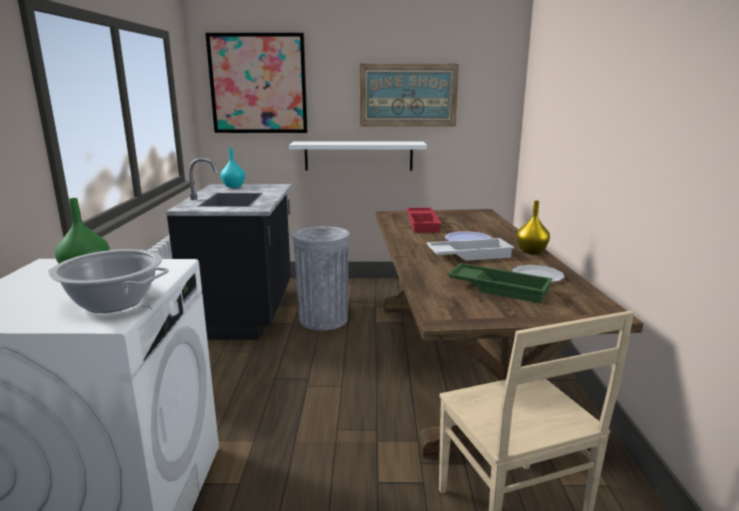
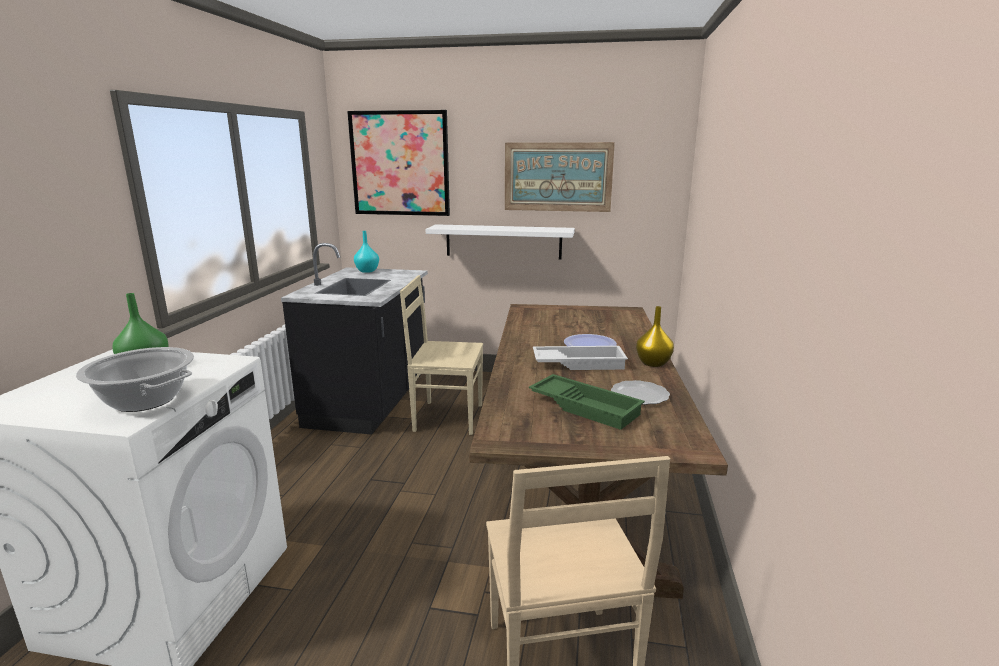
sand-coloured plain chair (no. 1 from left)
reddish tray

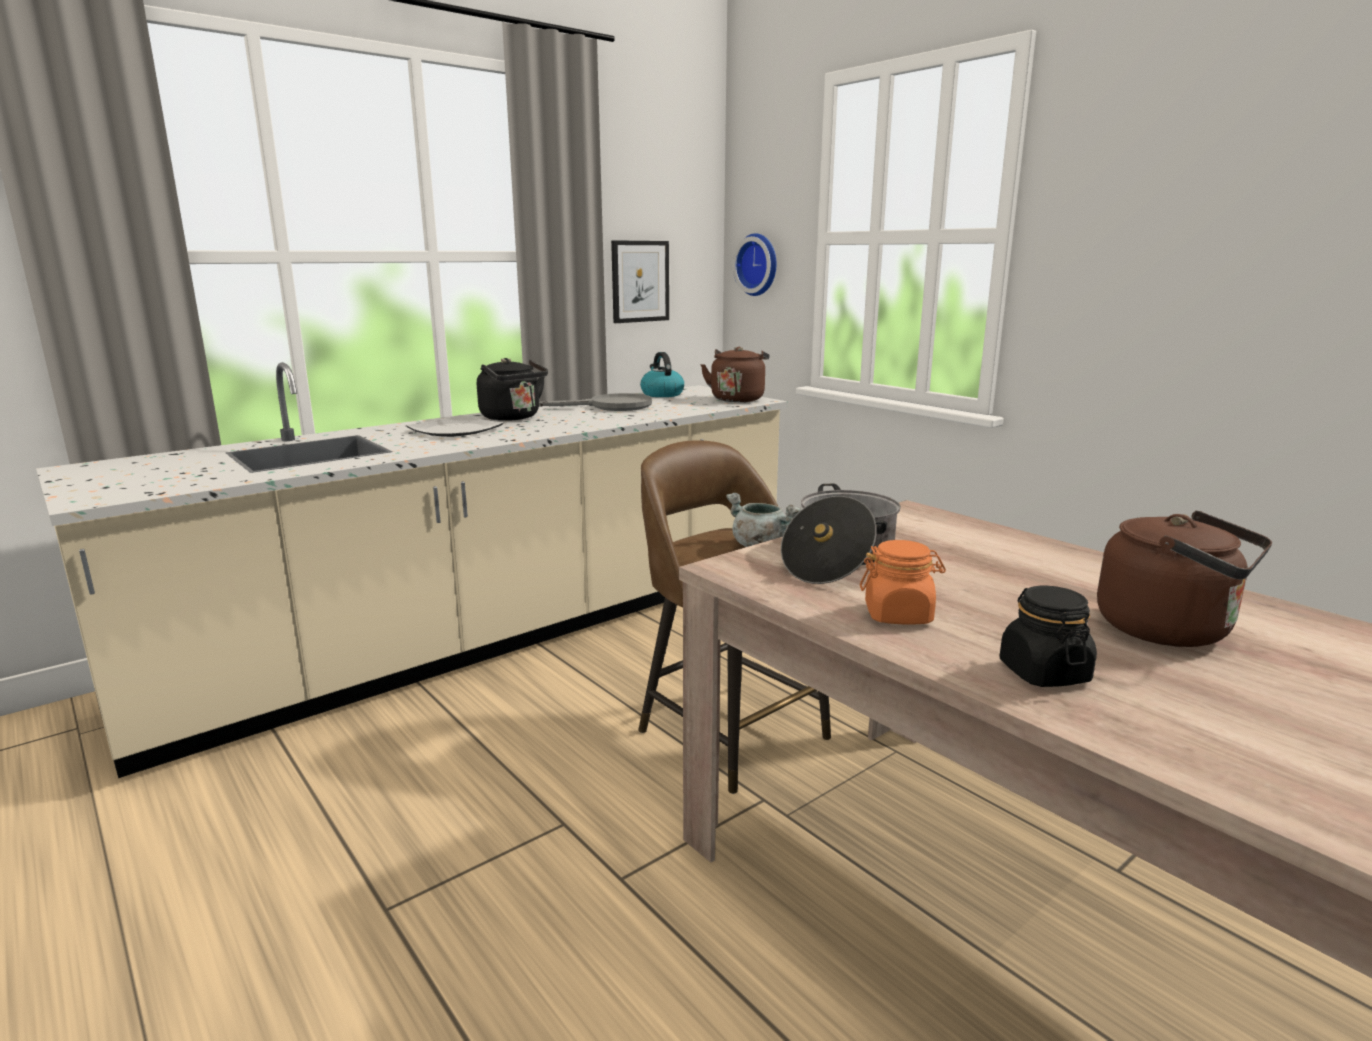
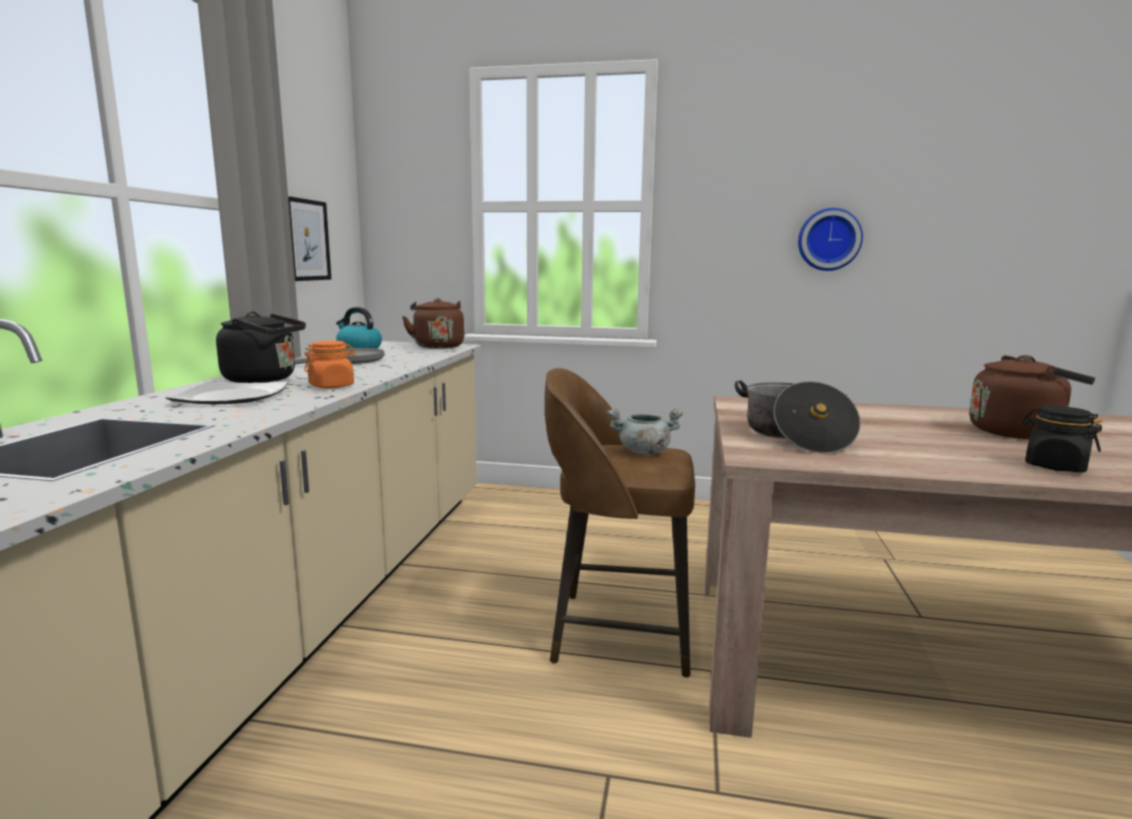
clock on the wall
orange-coloured preserve jar

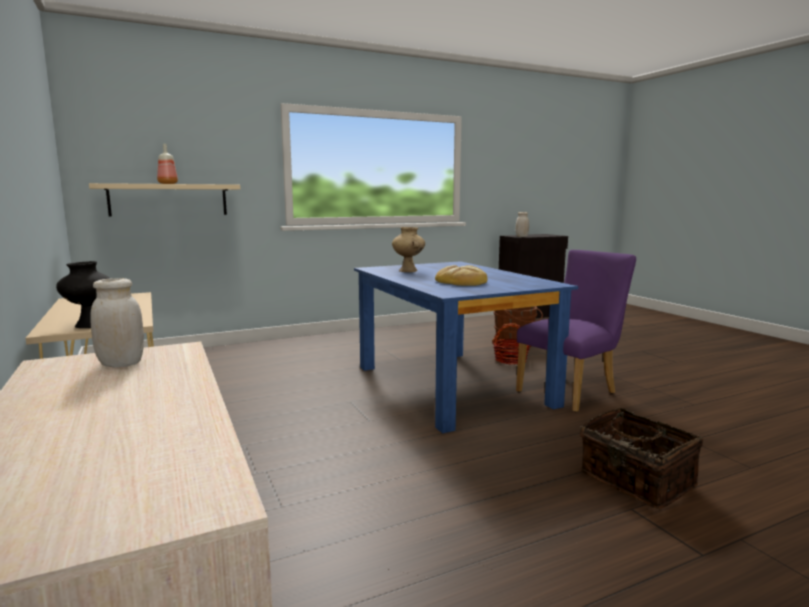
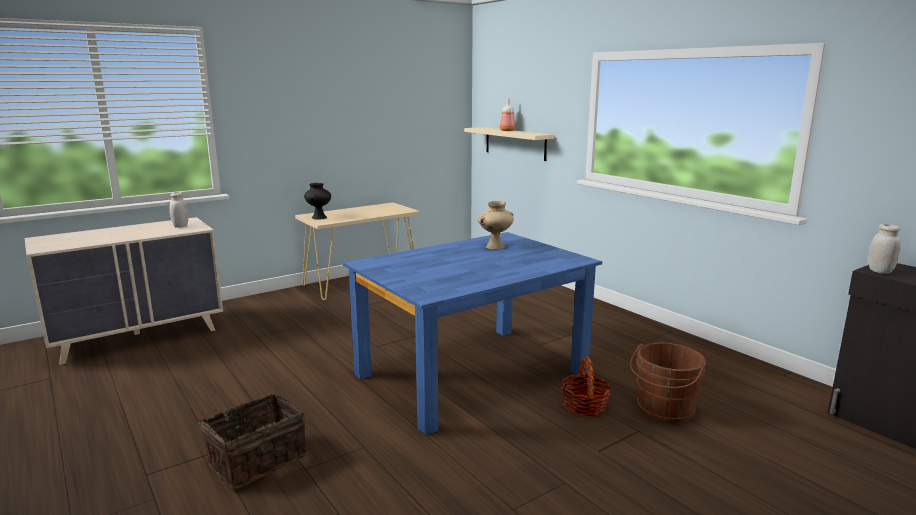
bakery bread
purplish plain chair

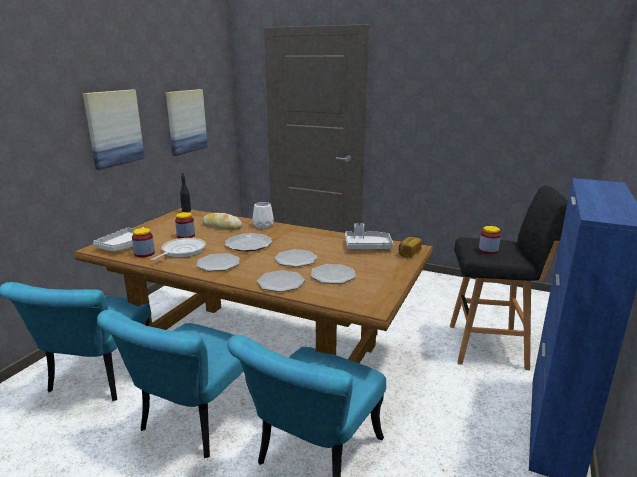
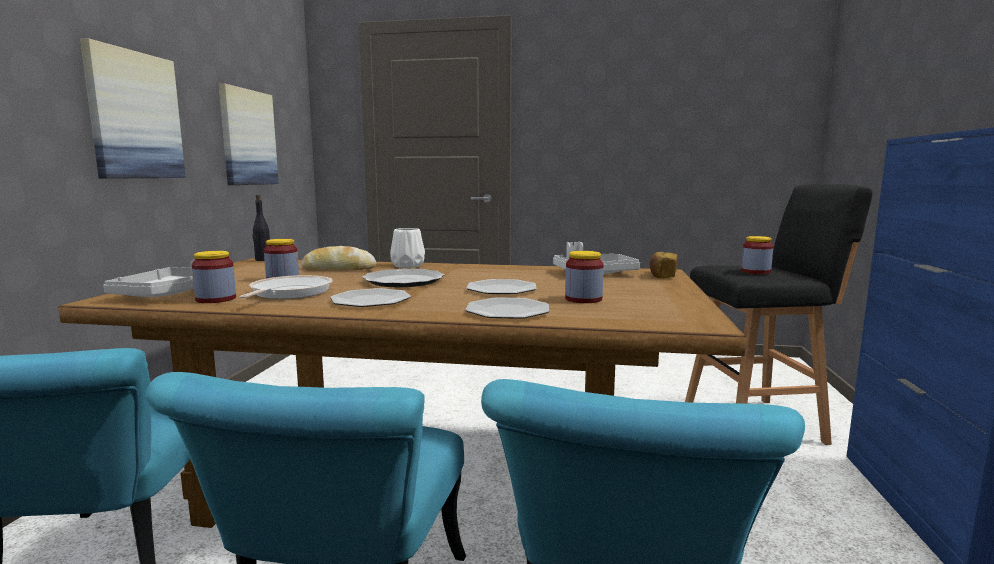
preserve jar (no. 3 from left)

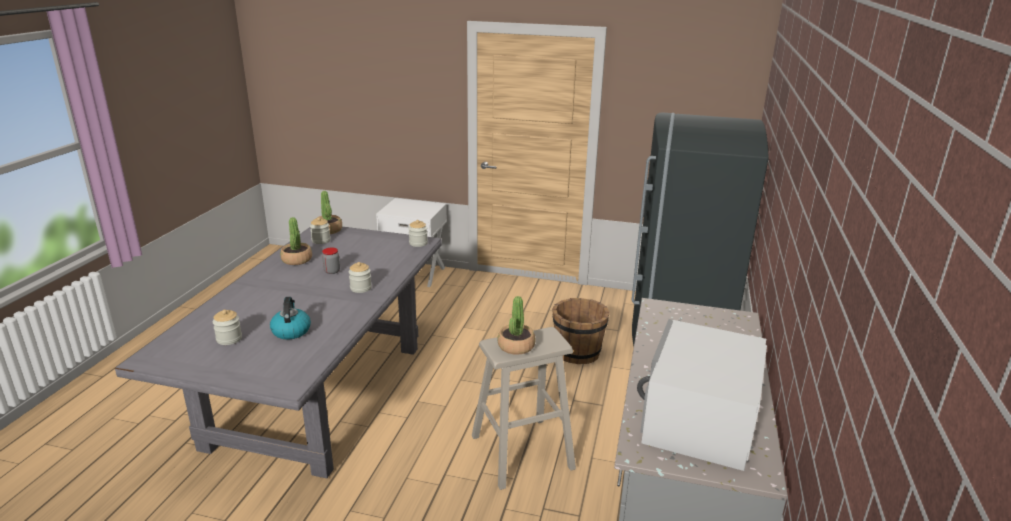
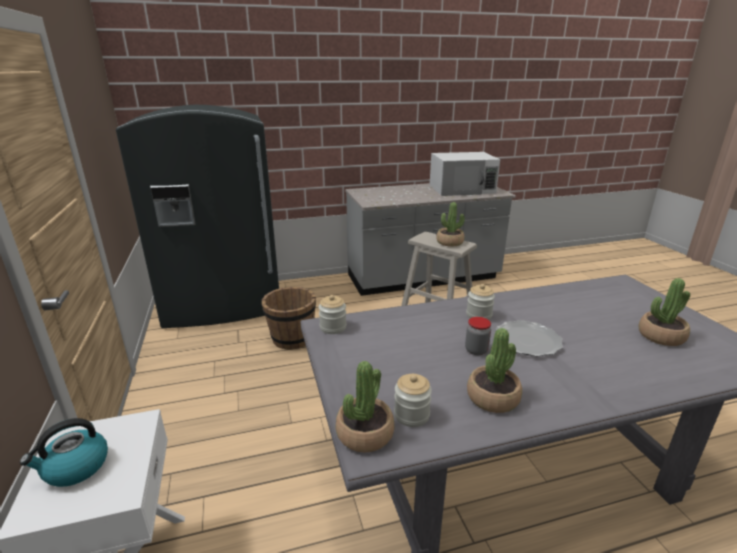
plant in a pot (no. 4 from left)
kettle
dinner plate

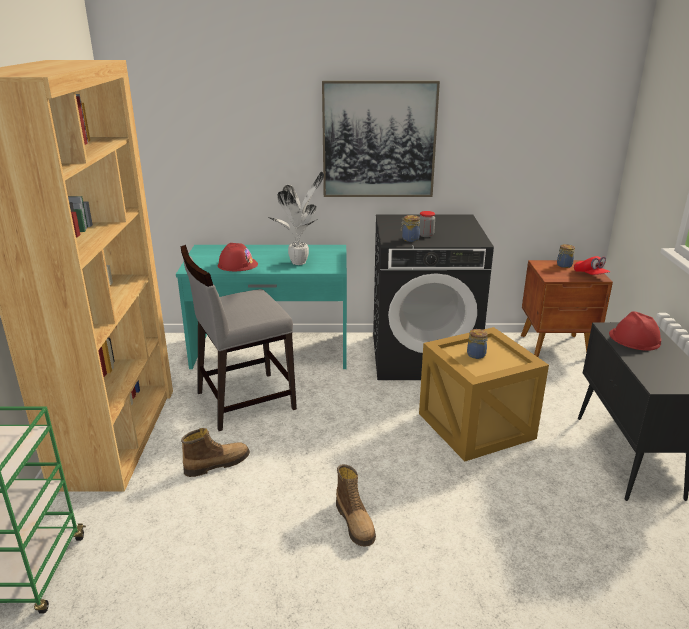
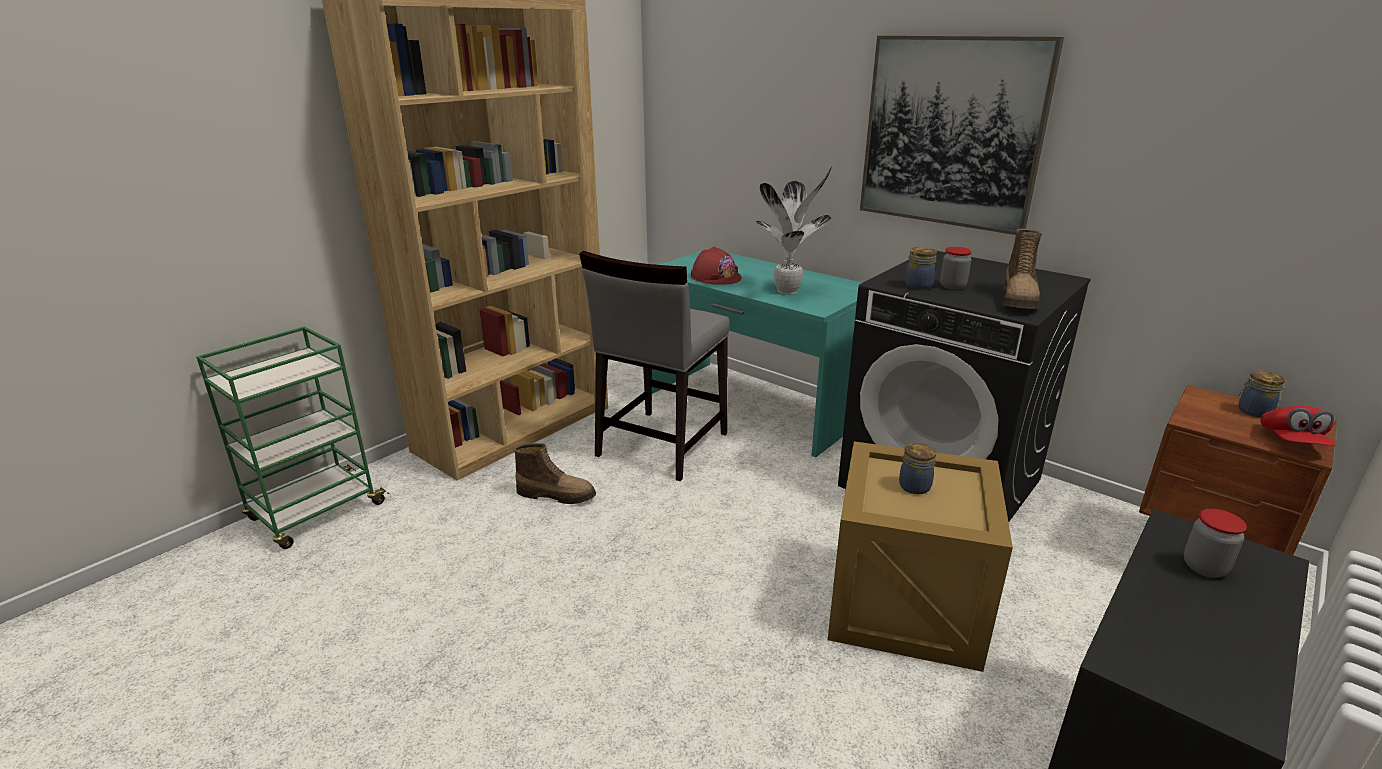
gray plain chair
tall boot (no. 2 from left)
preserve jar (no. 4 from left)

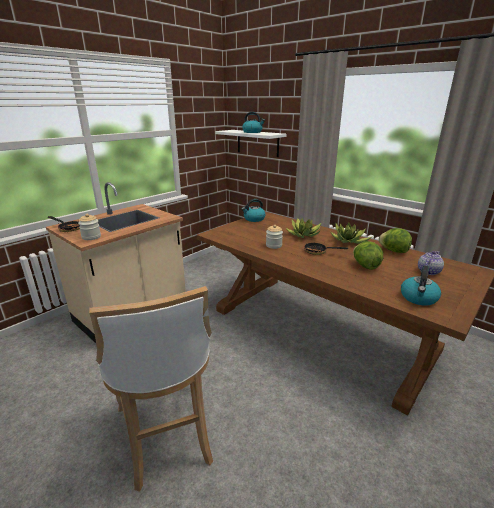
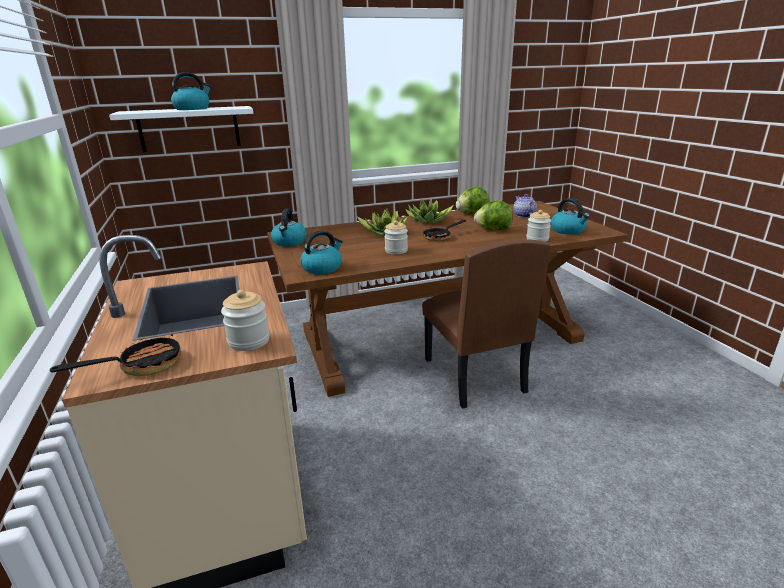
white stool seat
kettle (no. 3 from left)
brown-coloured plain chair
preserve jar (no. 3 from left)

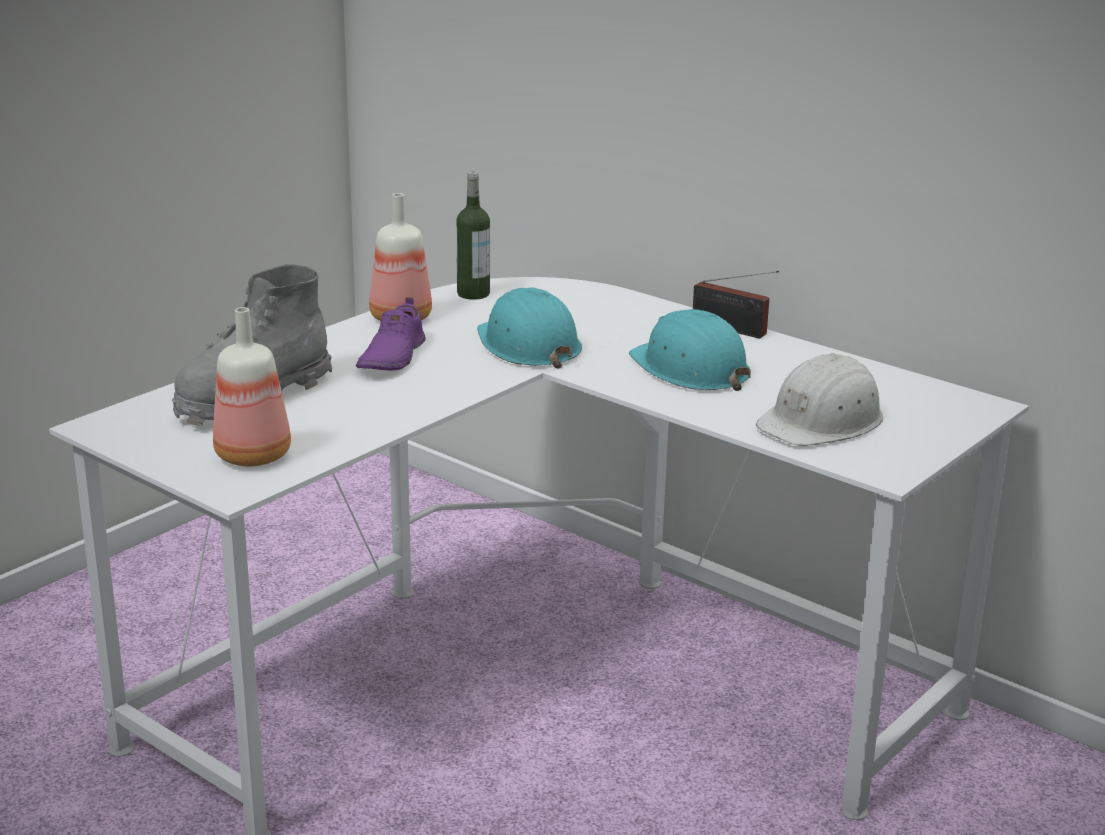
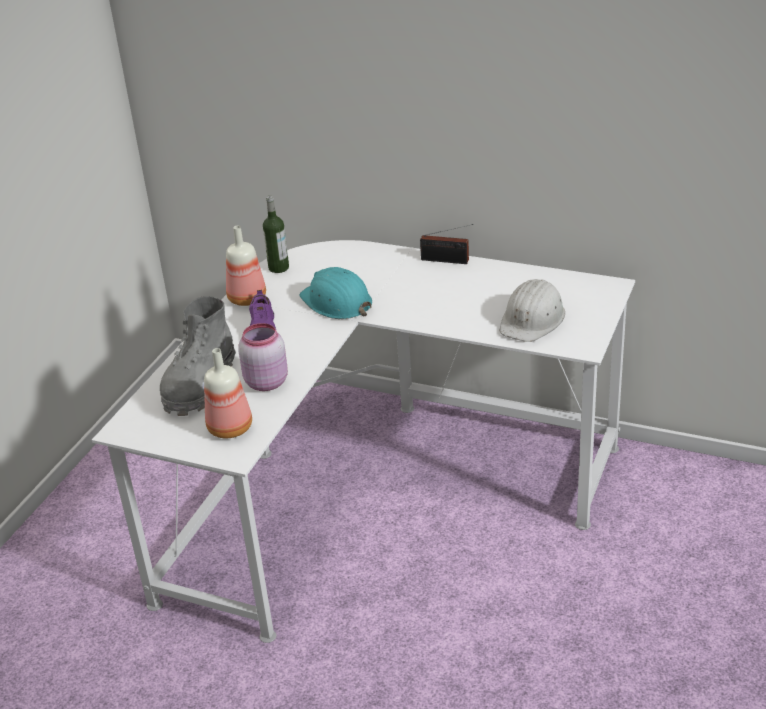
turquoise hard hat (no. 2 from left in the first image)
pink preserve jar

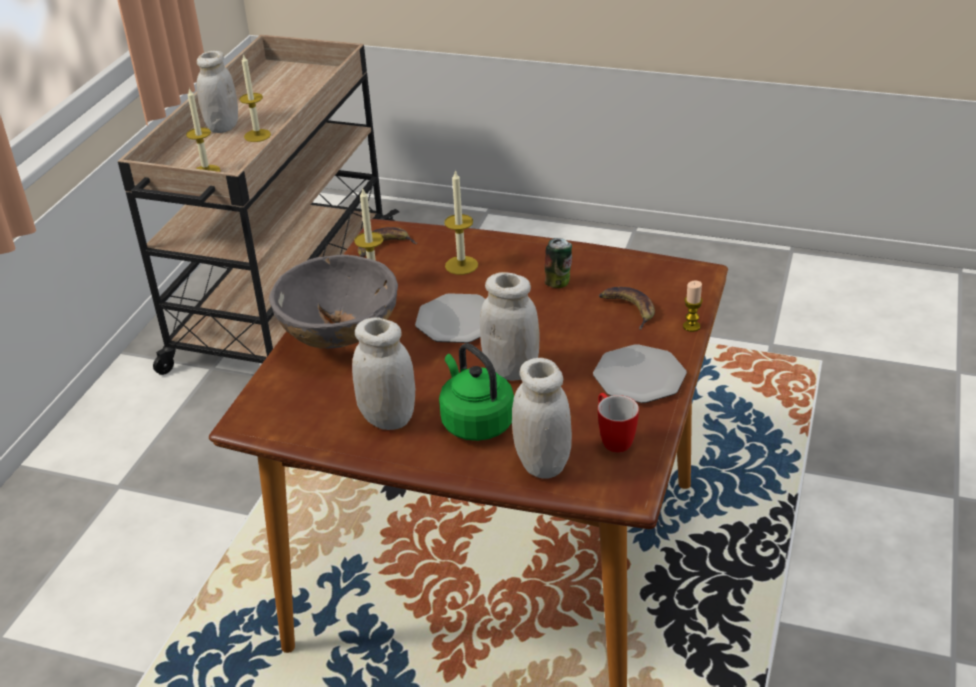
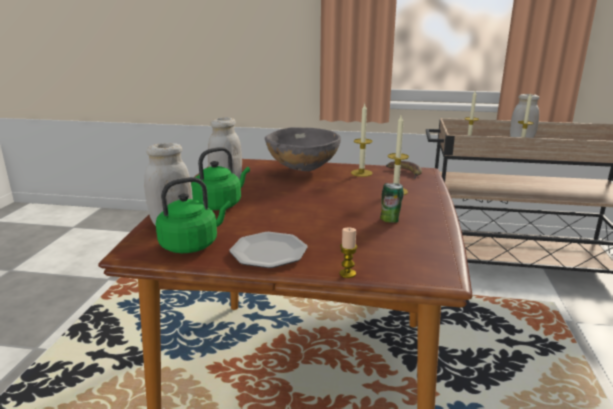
dinner plate (no. 1 from left in the first image)
white preserve jar (no. 3 from left in the first image)
green kettle (no. 1 from left)
whole banana (no. 2 from left in the first image)

